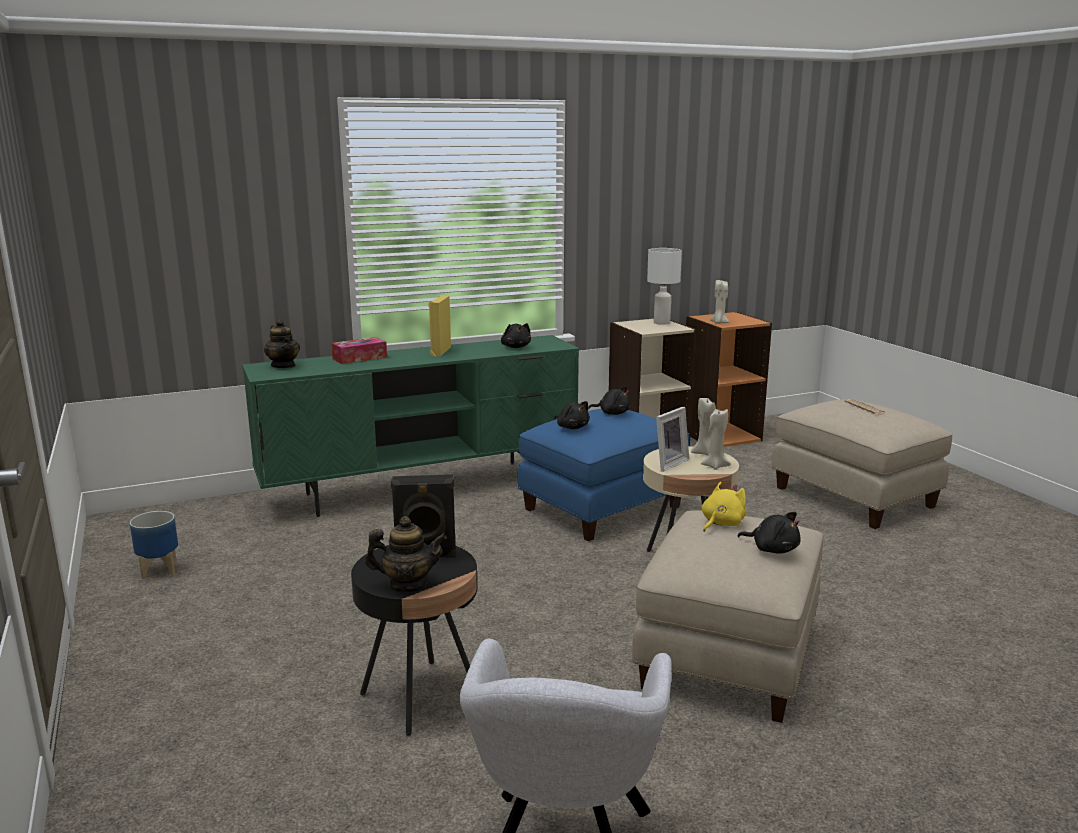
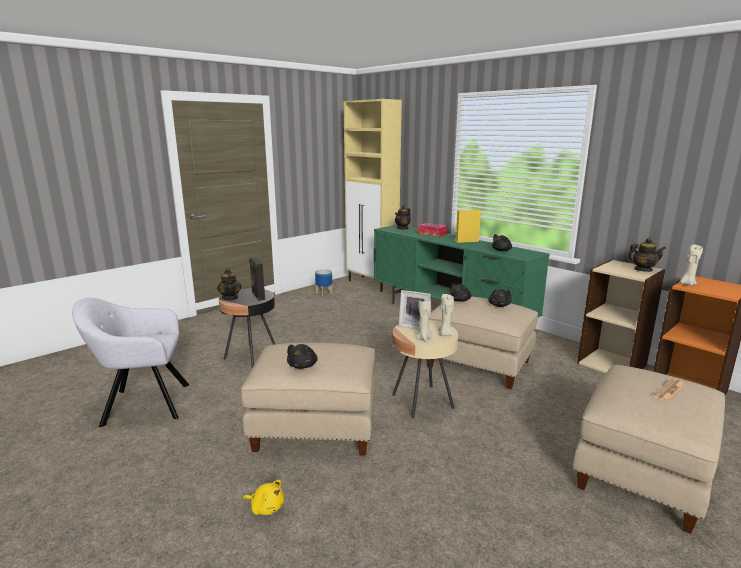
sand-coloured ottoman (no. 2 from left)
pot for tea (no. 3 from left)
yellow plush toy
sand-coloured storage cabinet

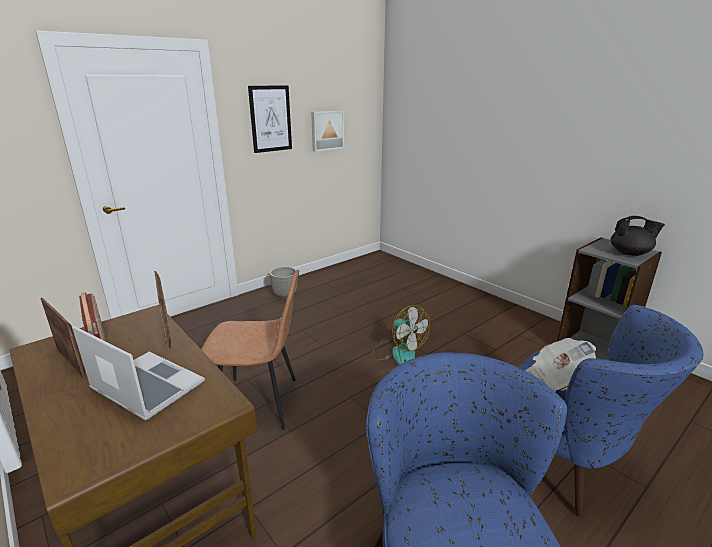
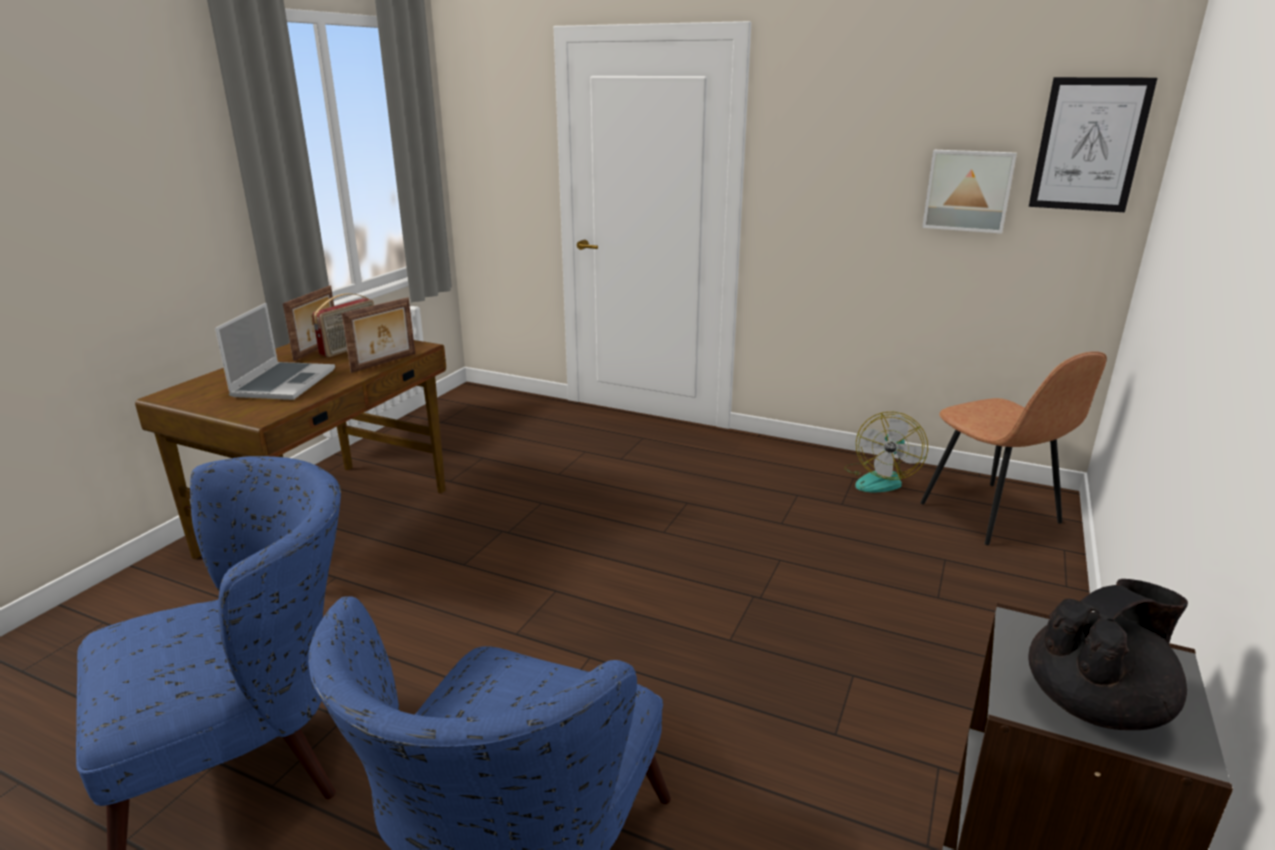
brown-coloured plain chair
picture (no. 2 from left)
plant pot
electric fan
newspaper
black-coloured pot for tea

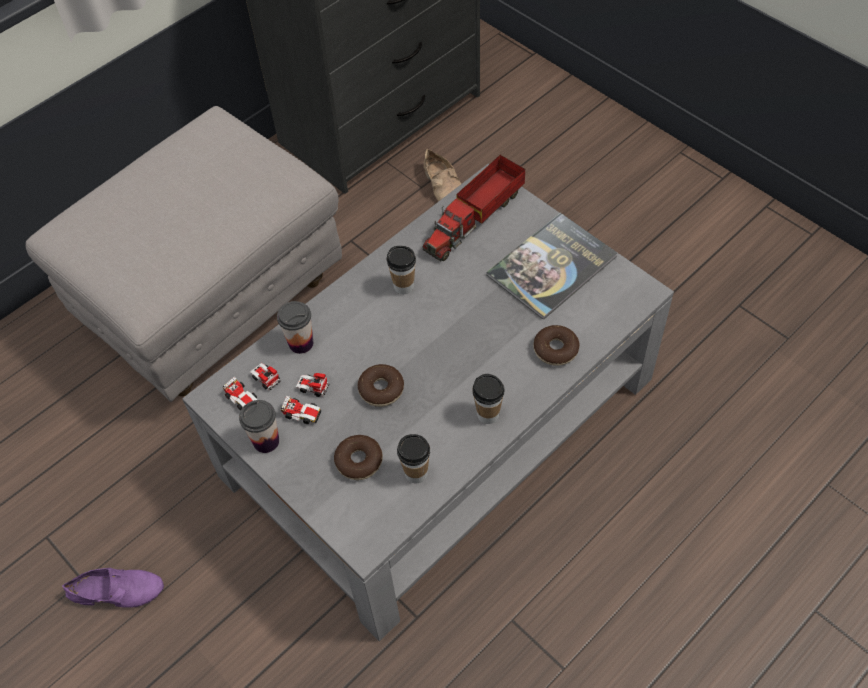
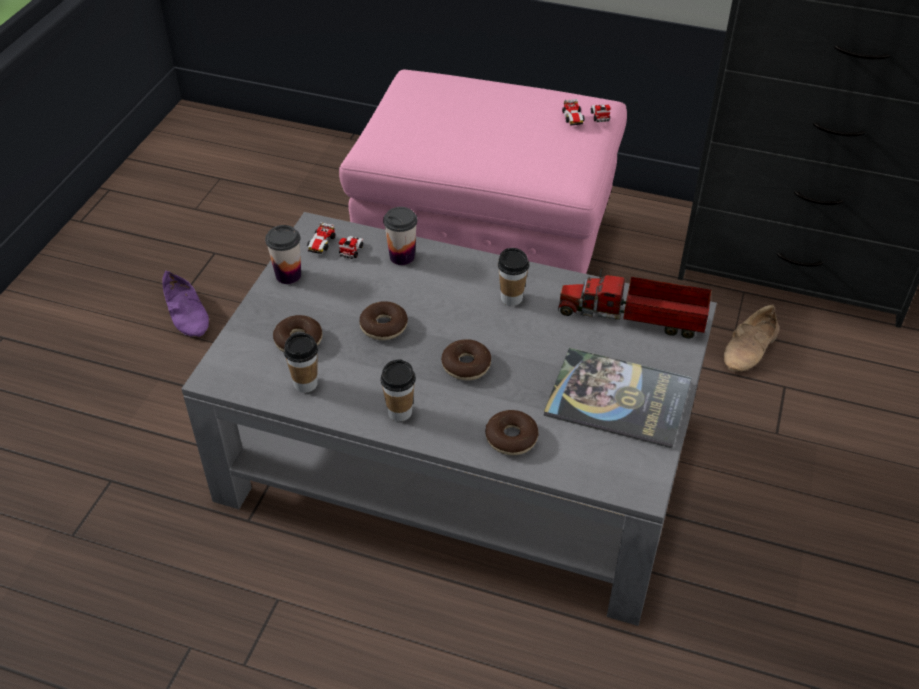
pink ottoman
toy car (no. 2 from left)
donut (no. 3 from left)

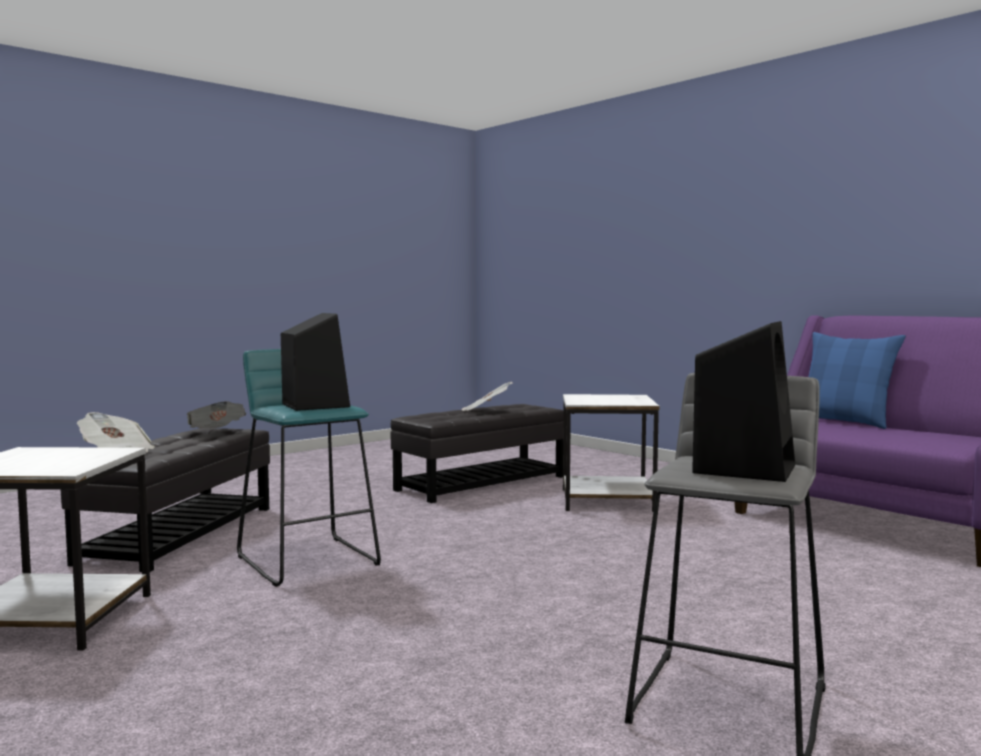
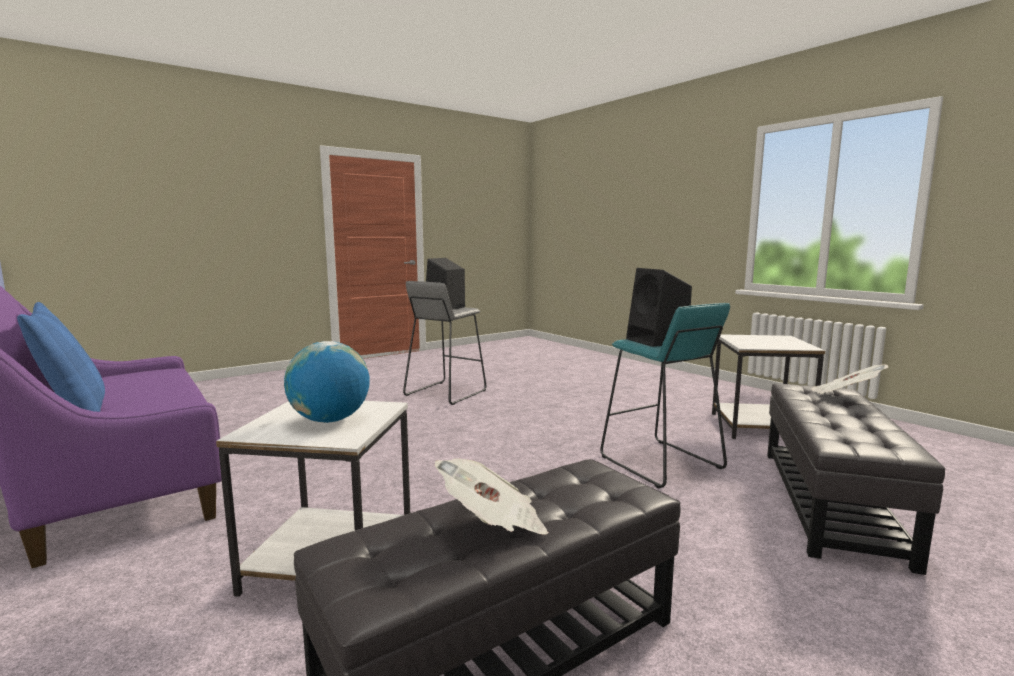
newspaper (no. 2 from left in the first image)
world globe

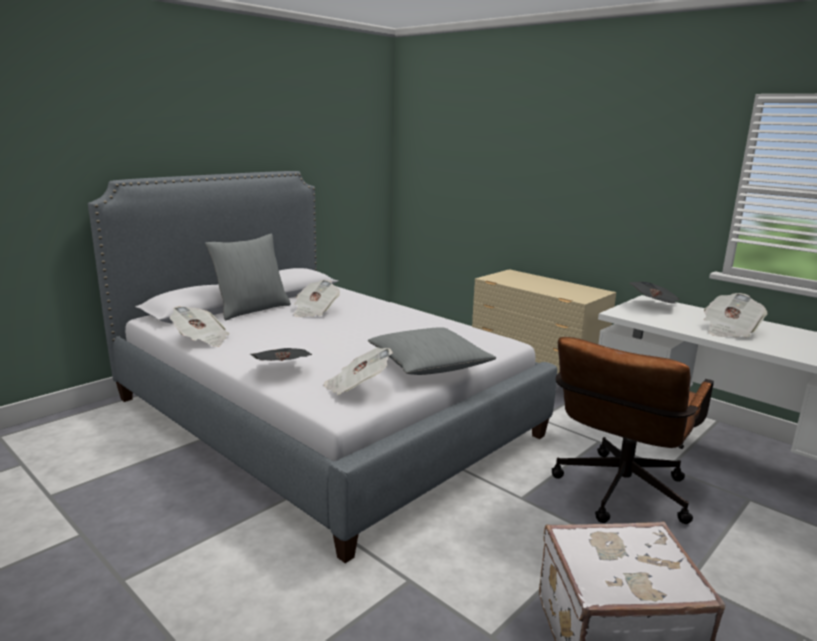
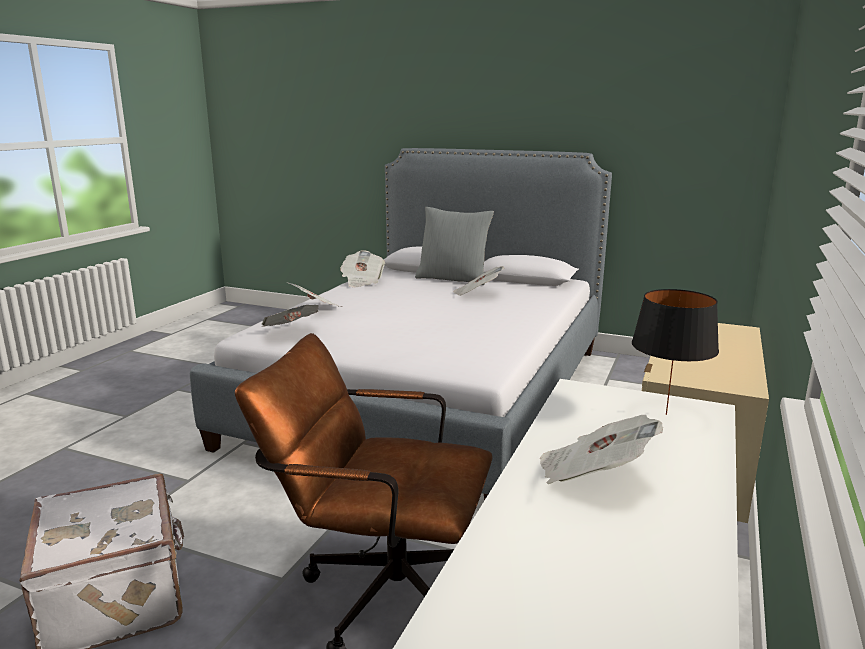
gray pillow (no. 2 from left in the first image)
black-coloured table lamp

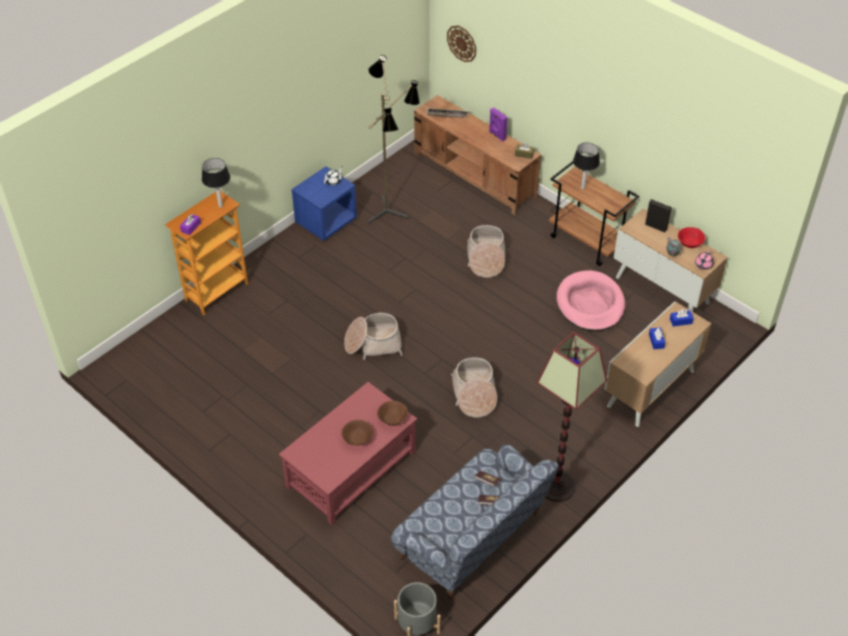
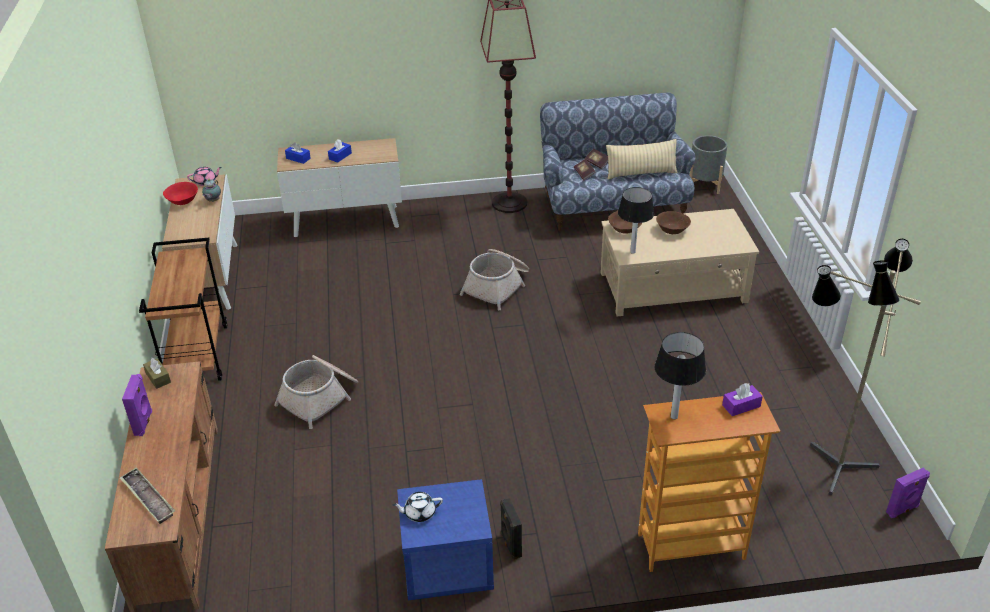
sand-coloured low table
household basket (no. 1 from left in the first image)
standard lamp (no. 2 from left)
clock on the wall
pink pet bed
table lamp (no. 1 from left)
black-coloured audio speaker
sand-coloured pillow
purplish audio speaker (no. 2 from left)

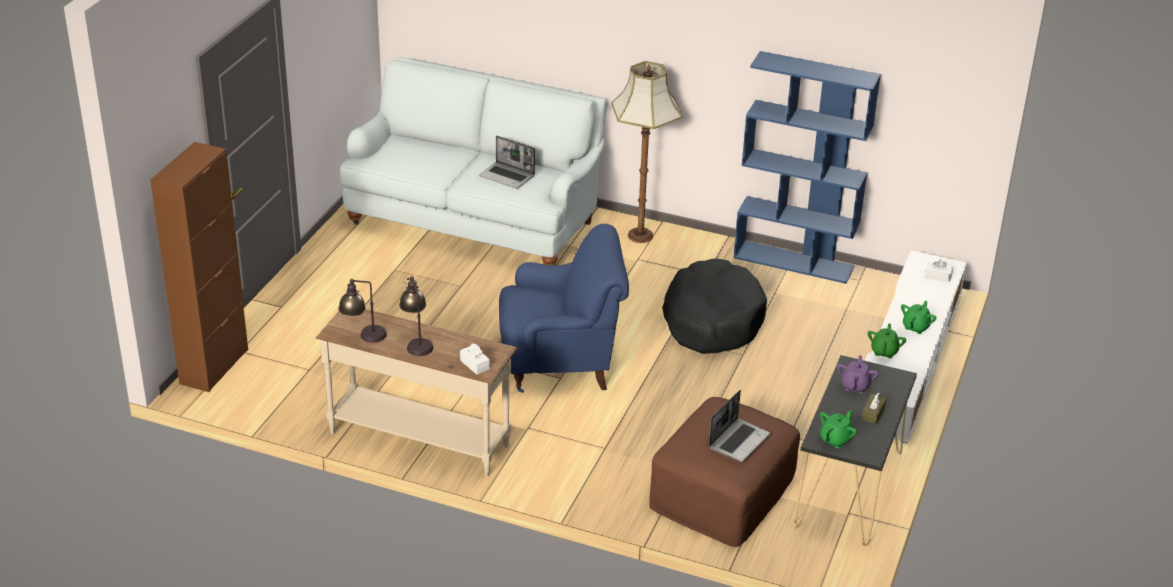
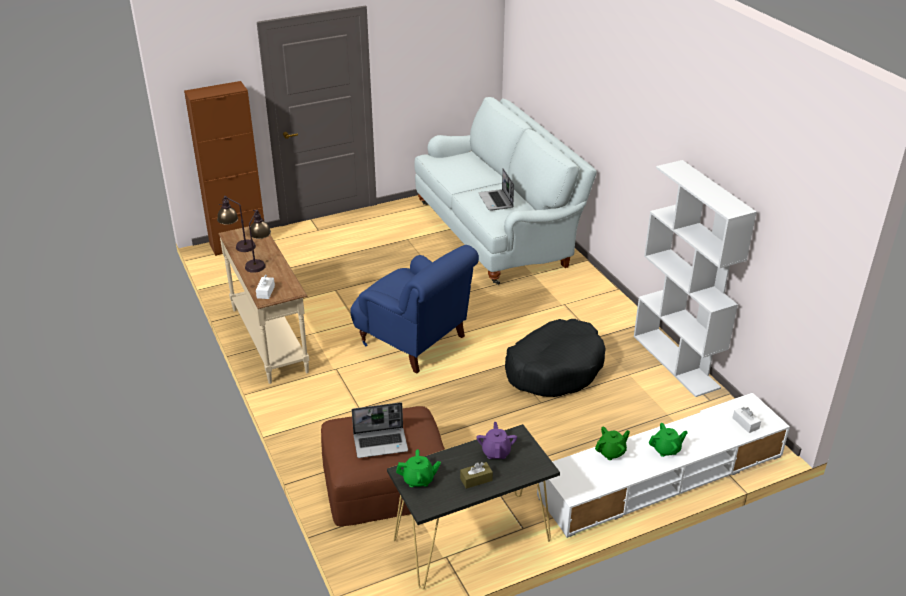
standard lamp
white shelving unit
purplish pot for tea

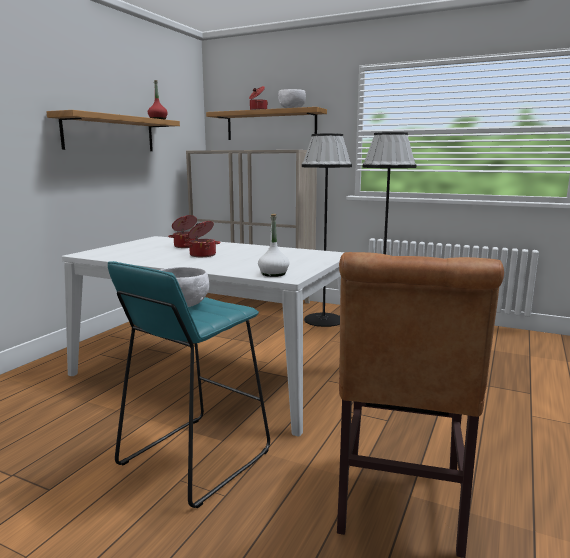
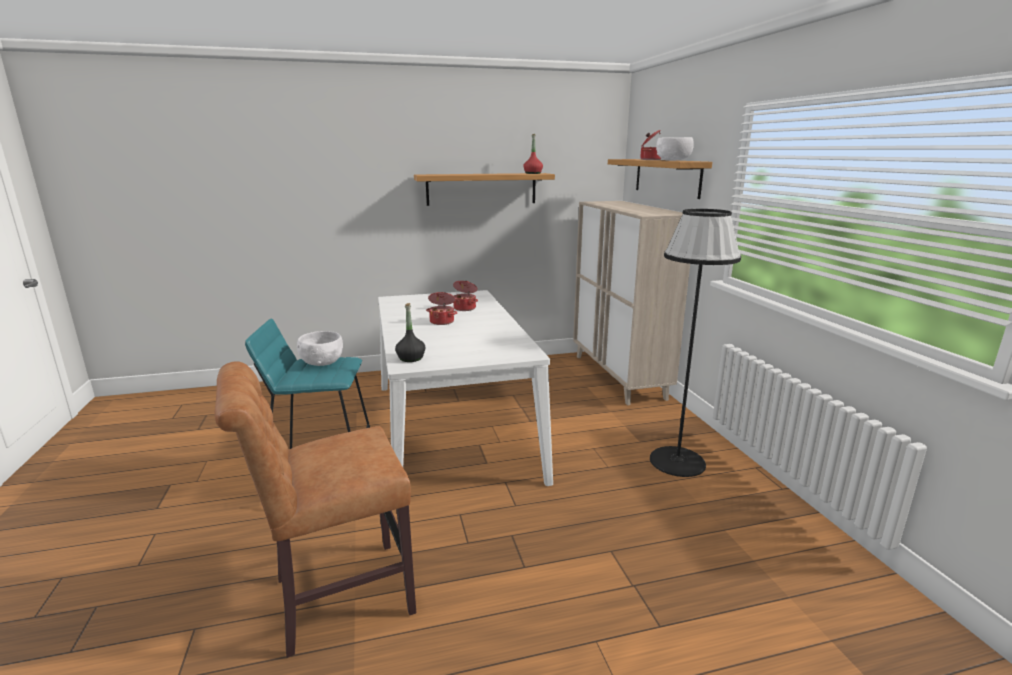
black-coloured bottle
black-coloured standard lamp (no. 1 from left in the first image)

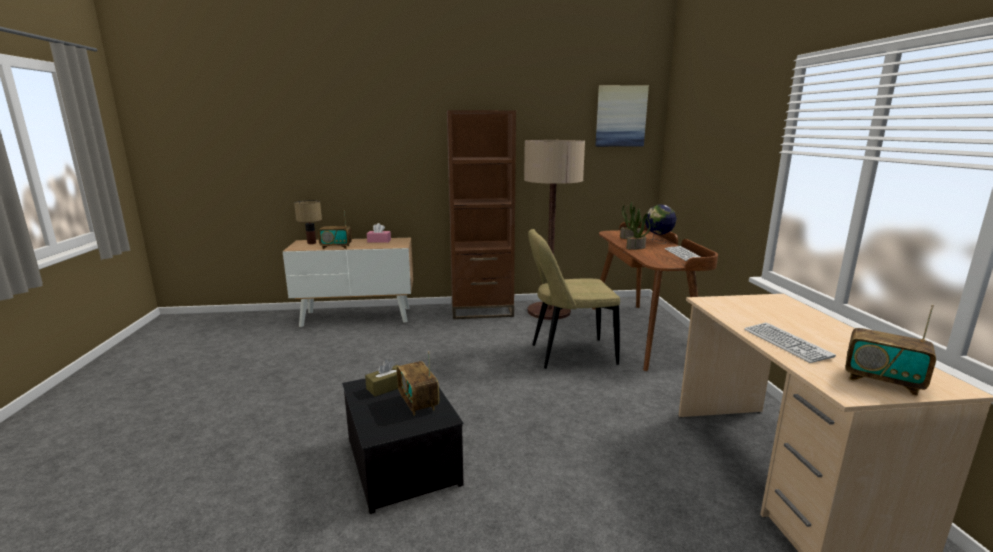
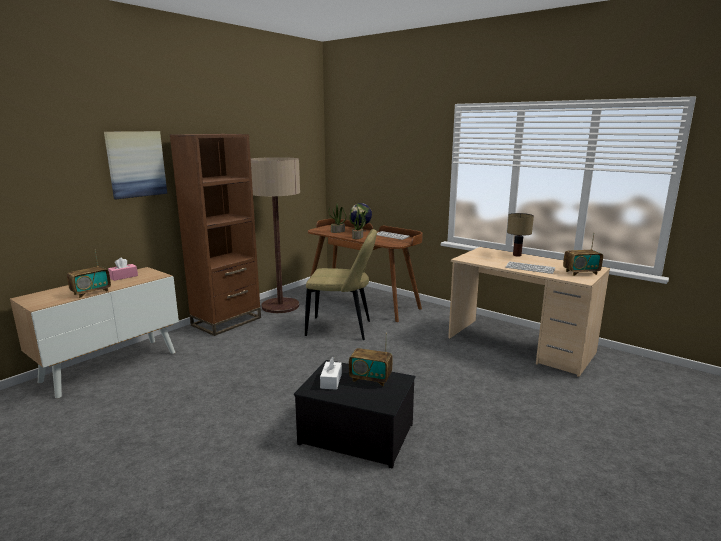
table lamp
white tissue holder
sand-coloured plain chair
picture

